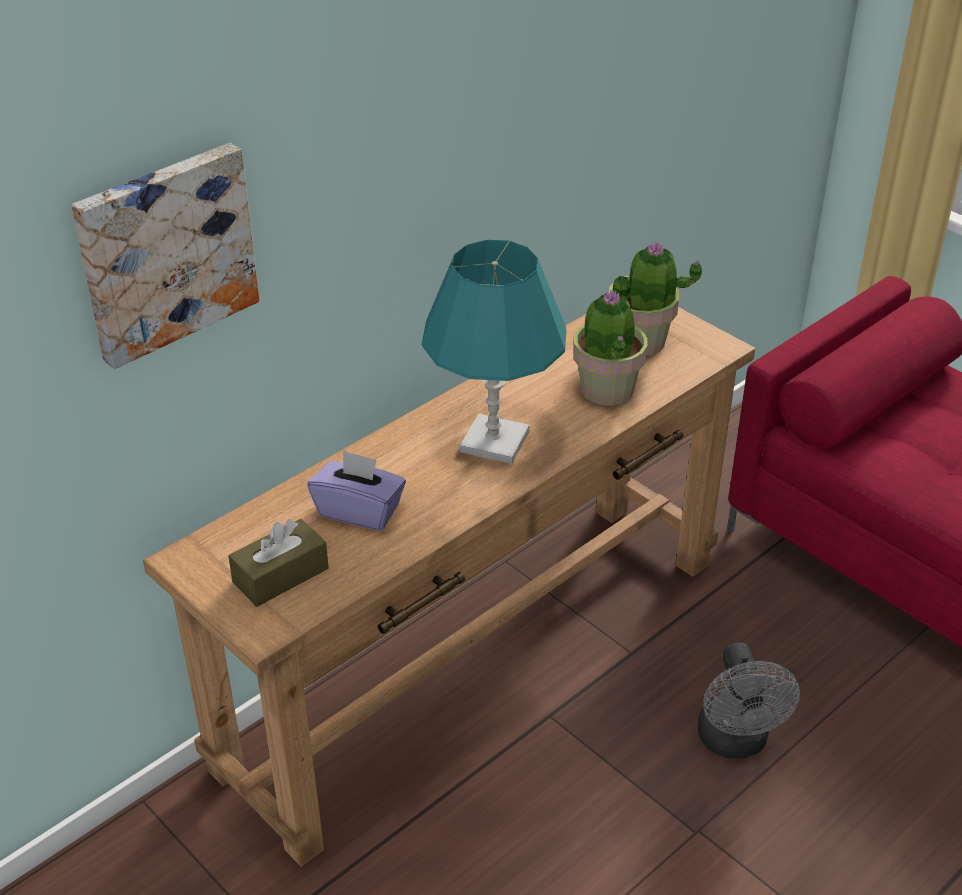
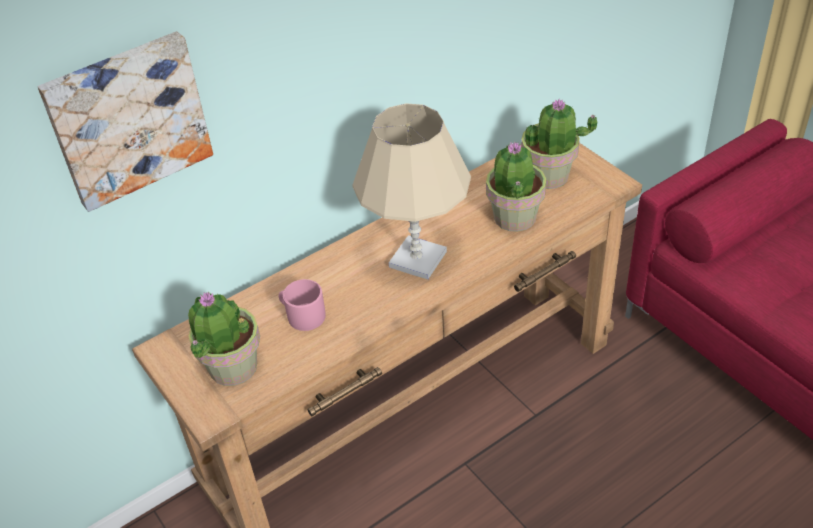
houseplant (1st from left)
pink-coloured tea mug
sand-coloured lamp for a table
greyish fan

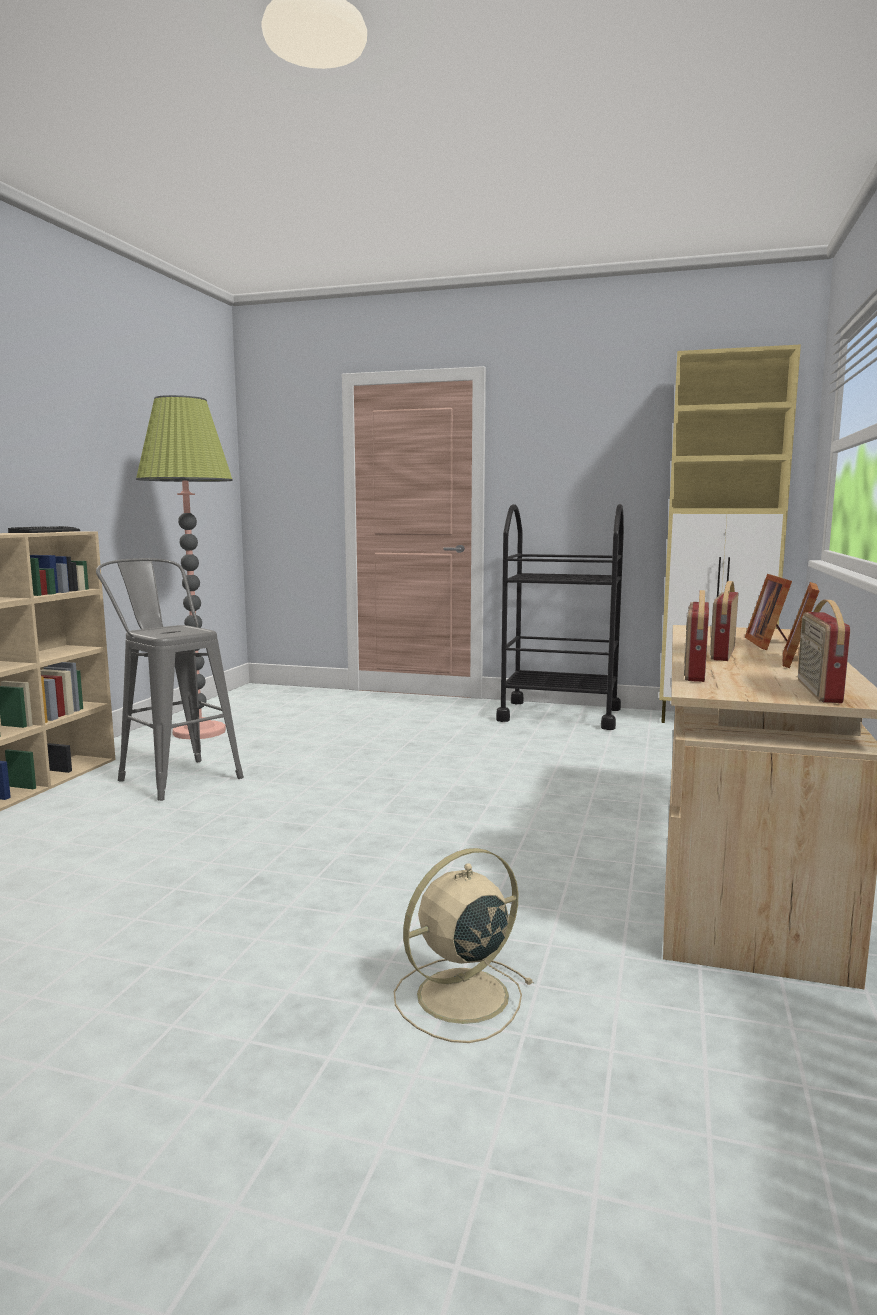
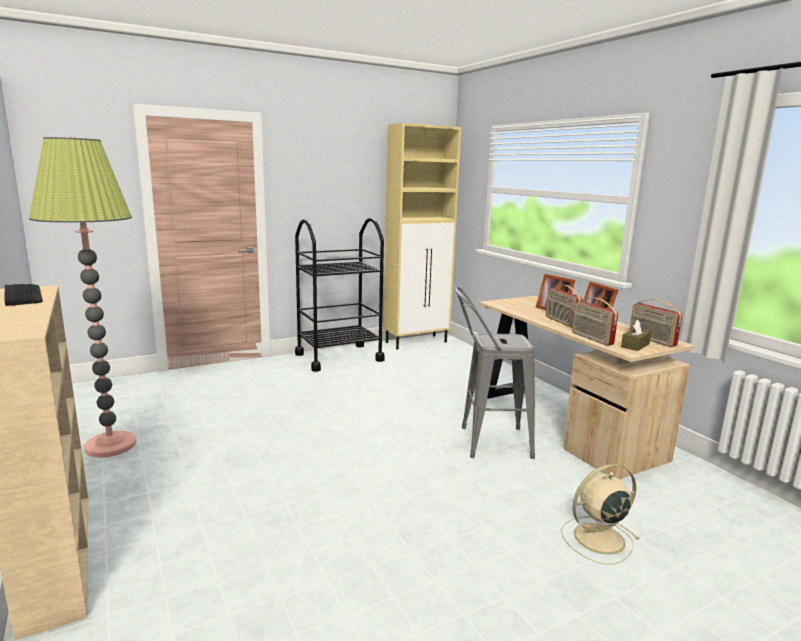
greyish stool seat
sand-coloured fan
brown-coloured tissue holder

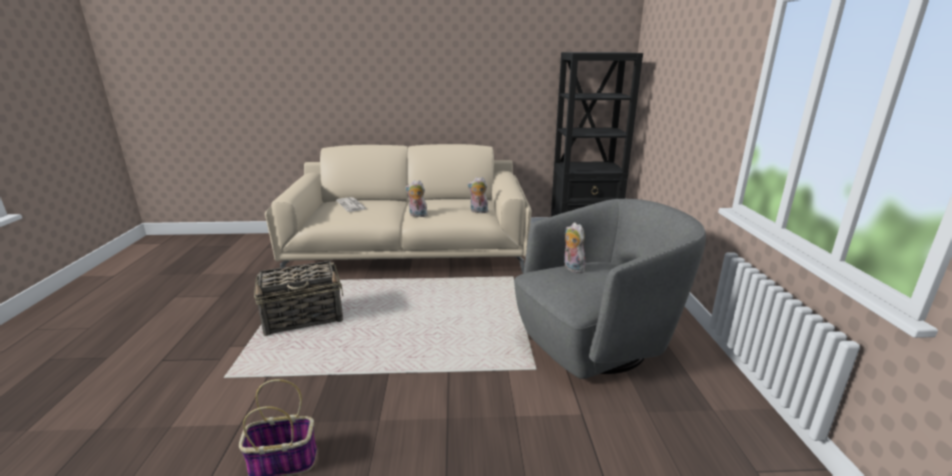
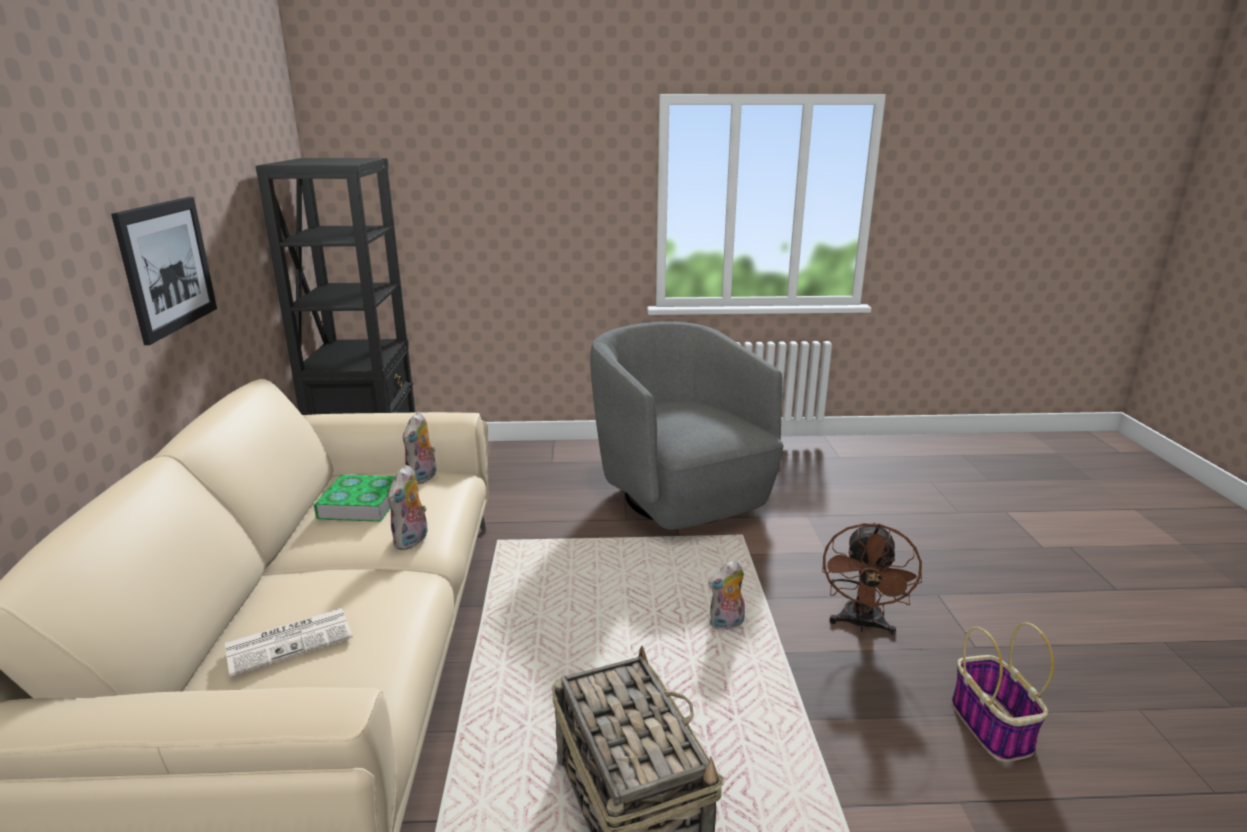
wall art
volume
cuddly toy (3rd from left)
brown-coloured fan

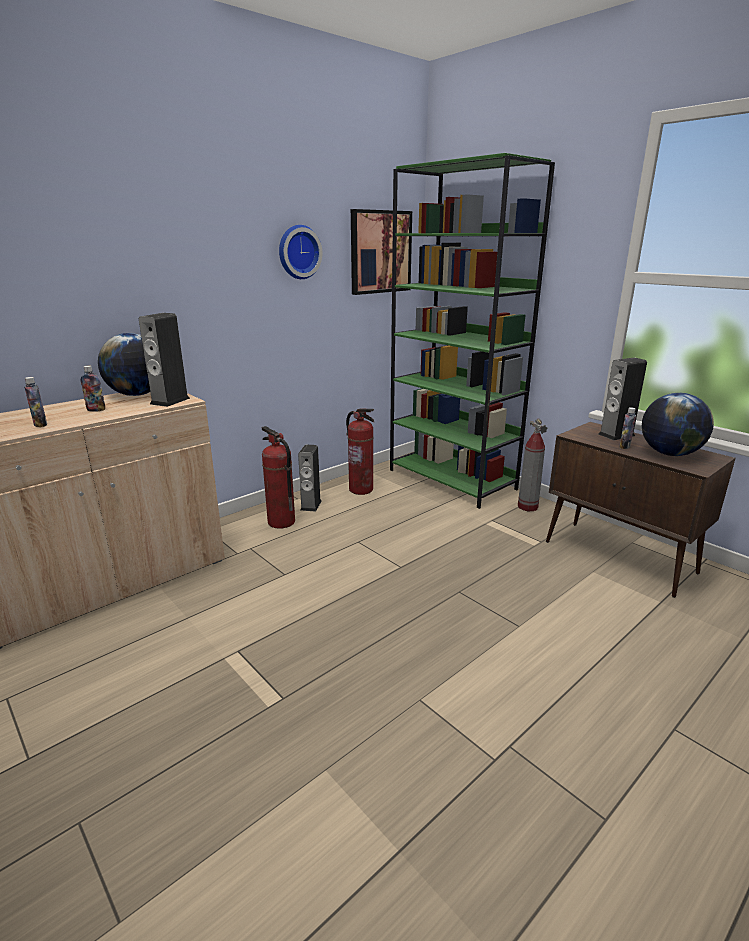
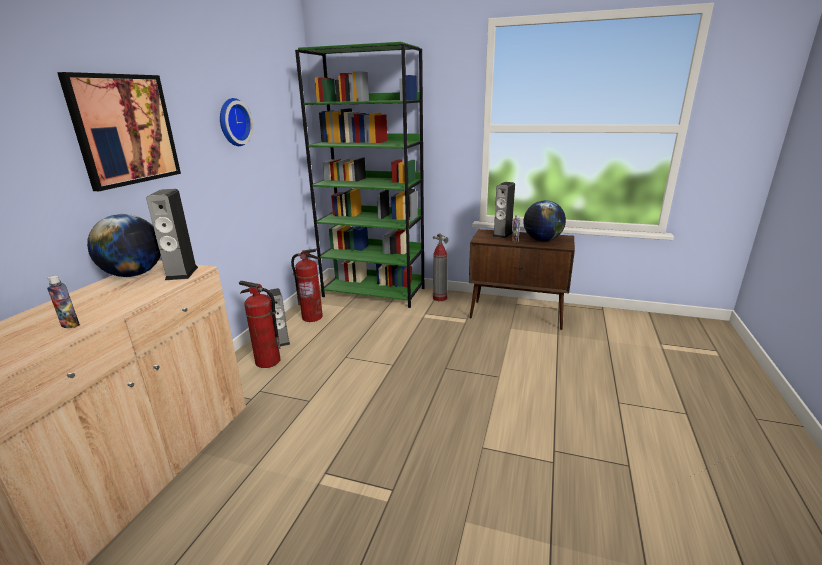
wall art
drink bottle (2nd from left in the first image)

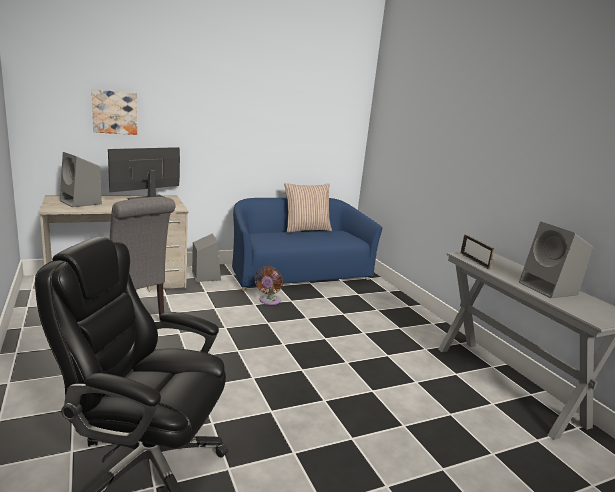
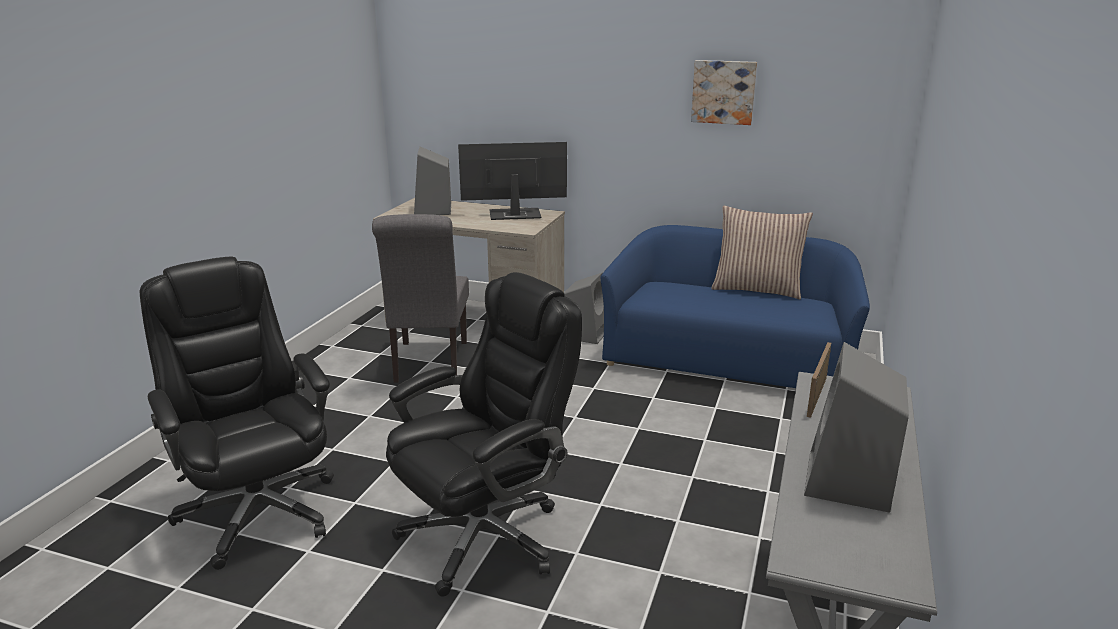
black-coloured computer chair (2nd from left)
wall art
brown-coloured fan

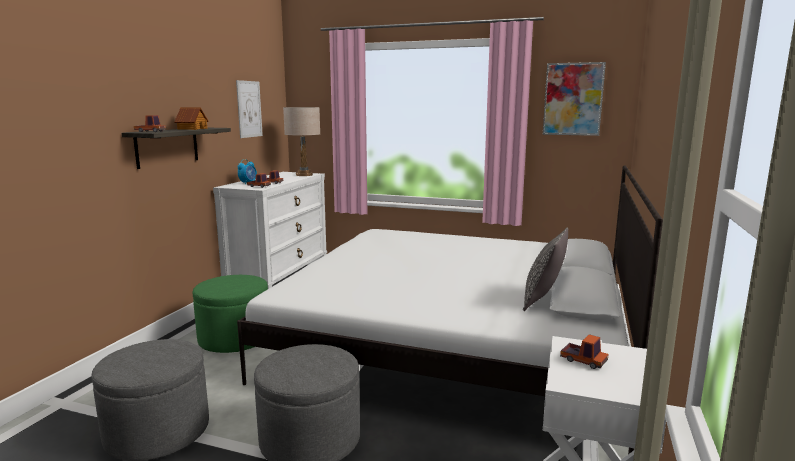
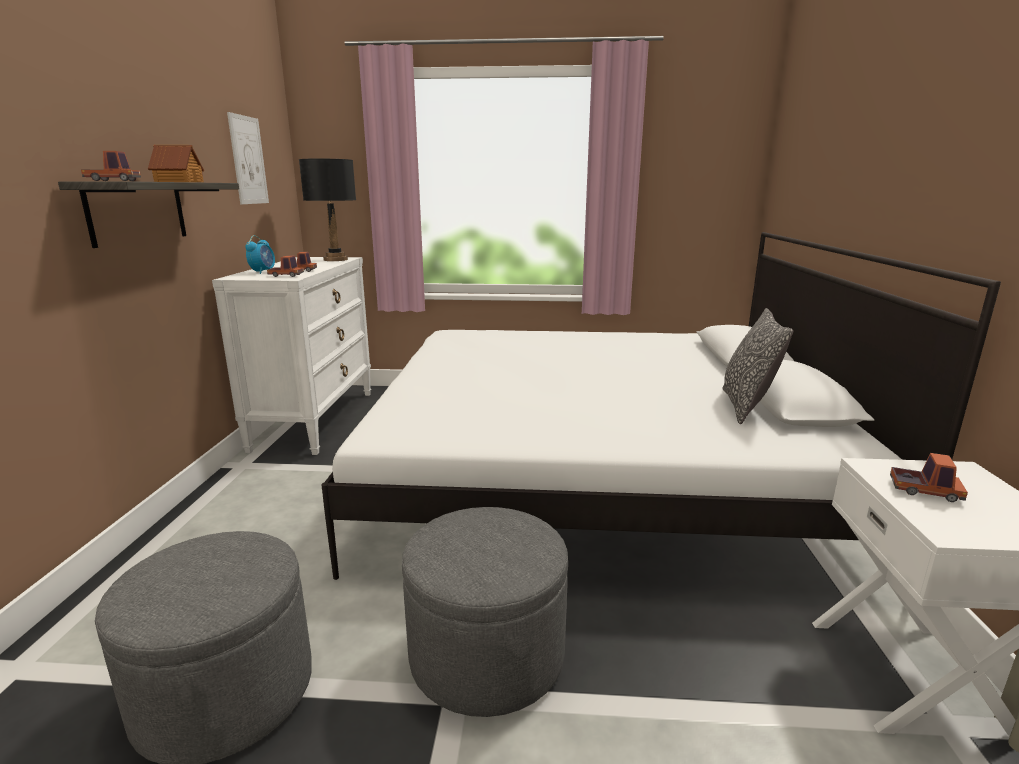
black-coloured lamp for a table
green footrest
wall art (2nd from left in the first image)

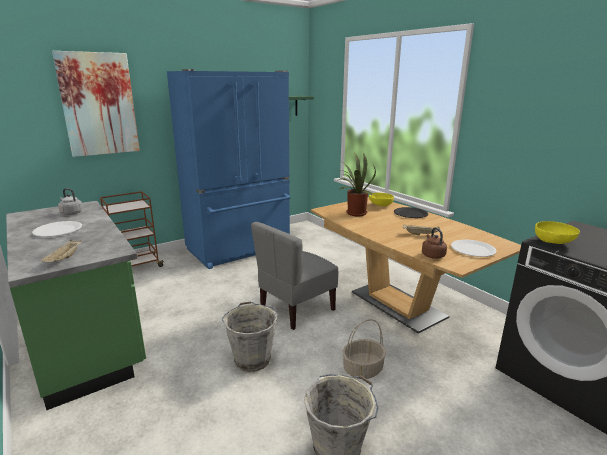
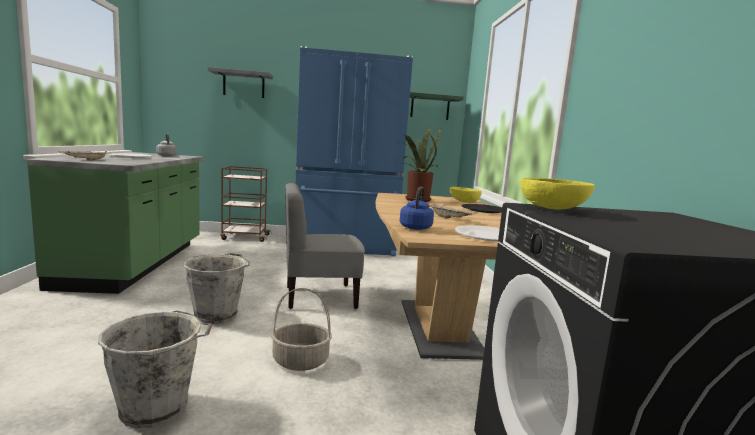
greyish shelf
blue-coloured water kettle

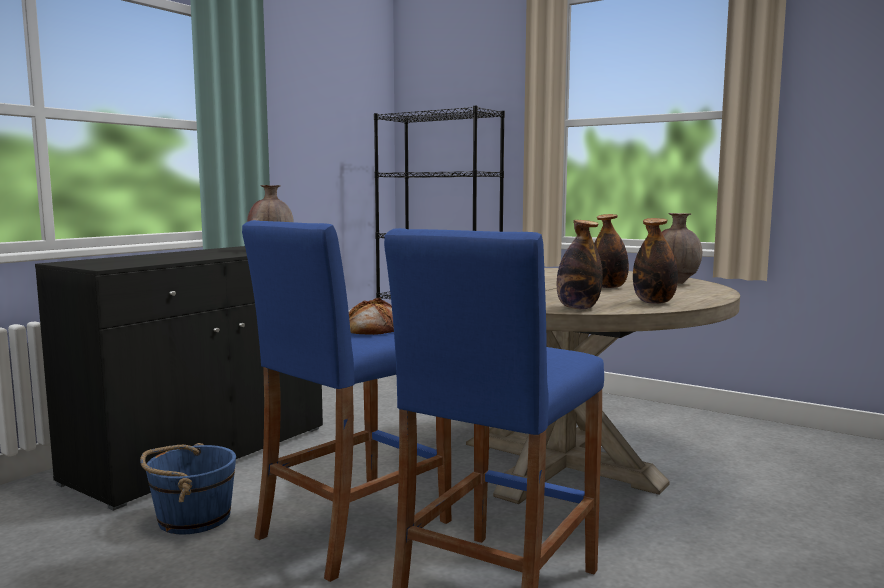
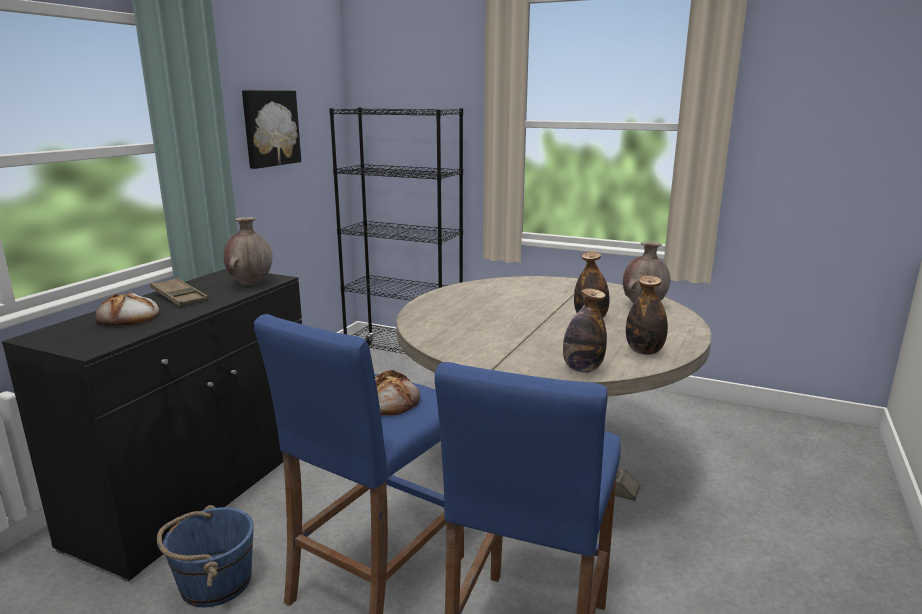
bread (1st from left)
brown-coloured carrying tray
wall art

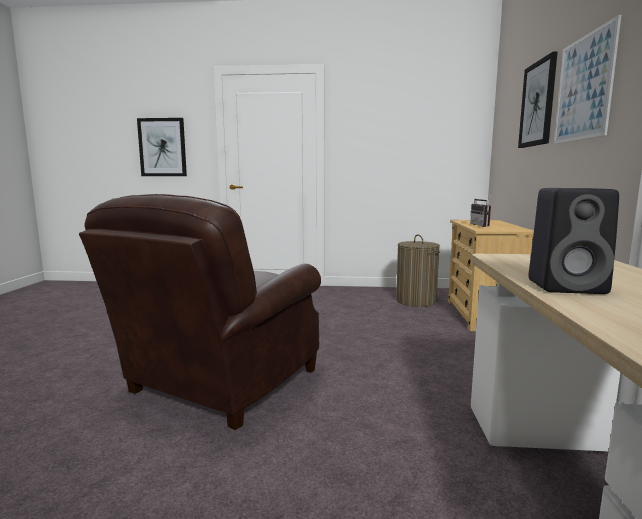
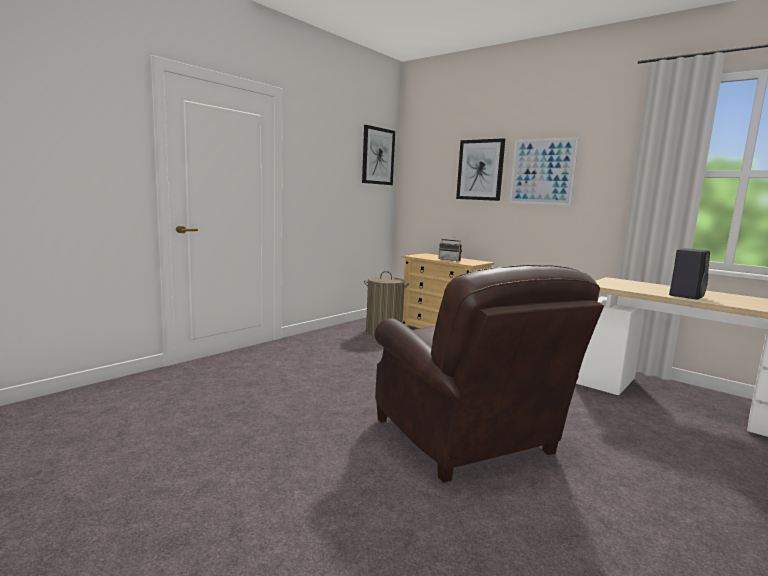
wall art (1st from left)

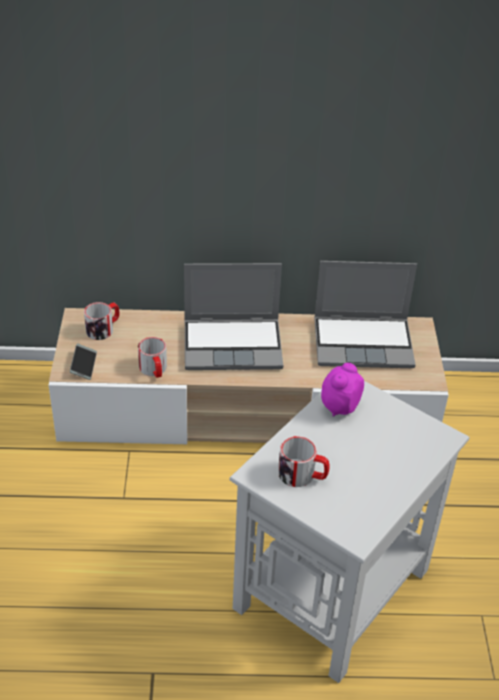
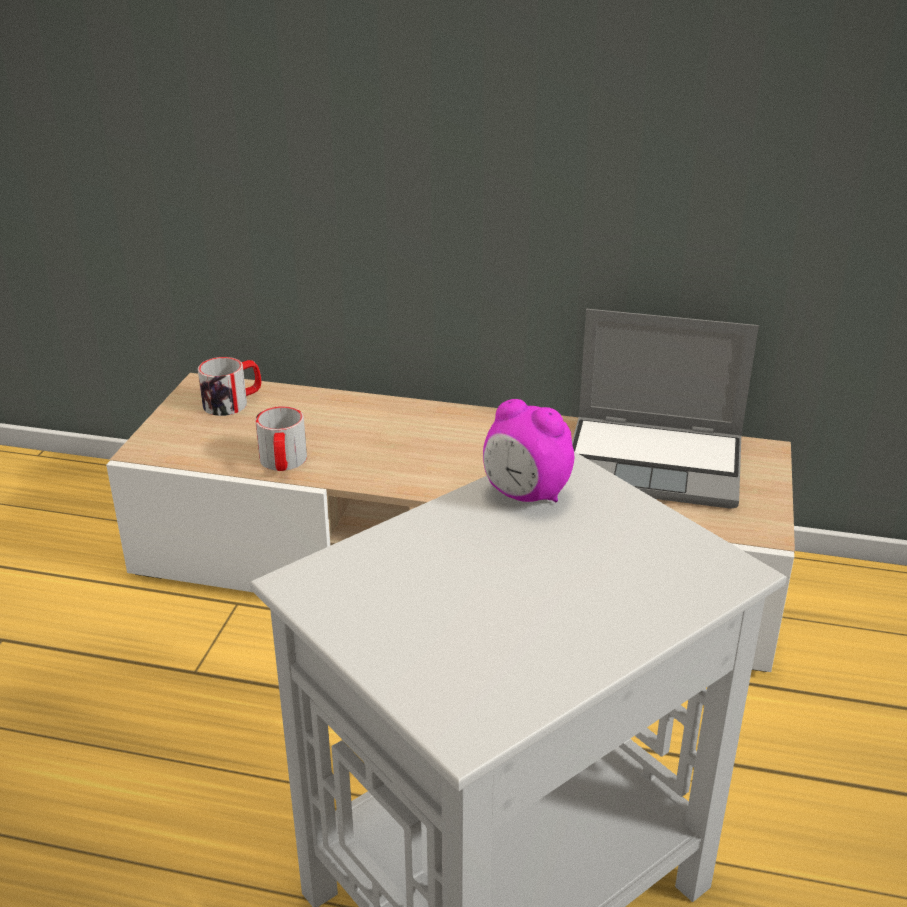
alarm clock
handset
portable computer (1st from left in the first image)
tea mug (3rd from left in the first image)

